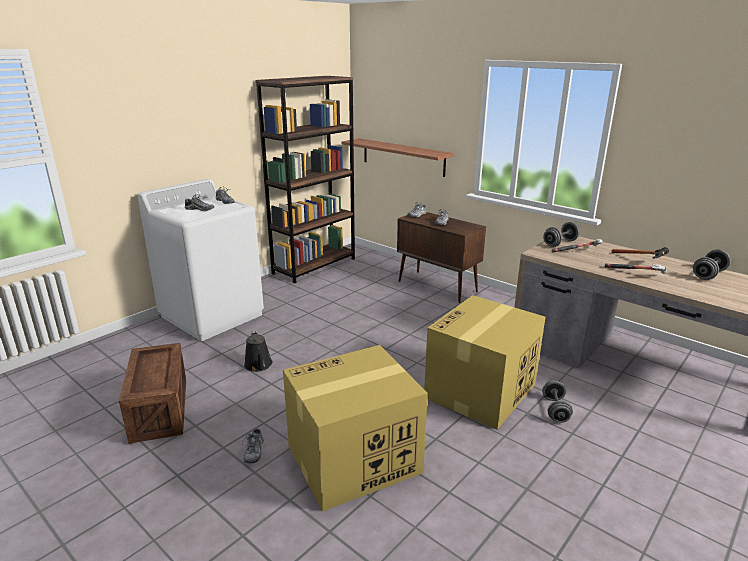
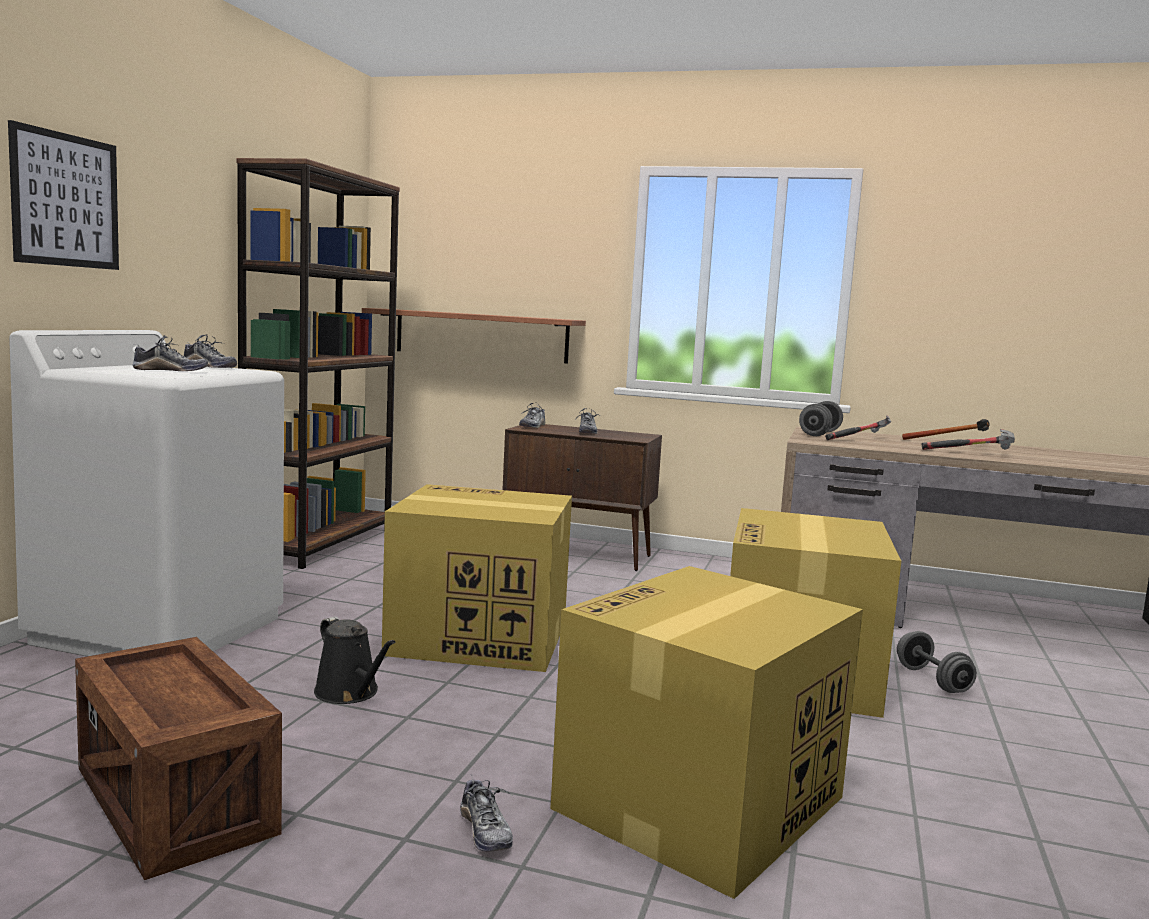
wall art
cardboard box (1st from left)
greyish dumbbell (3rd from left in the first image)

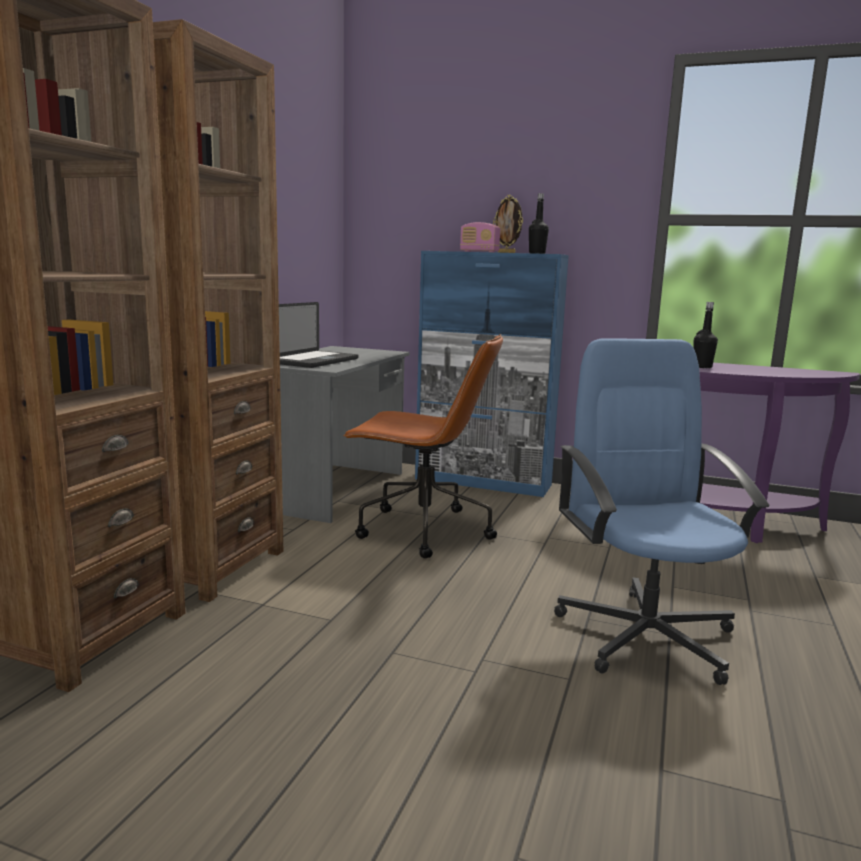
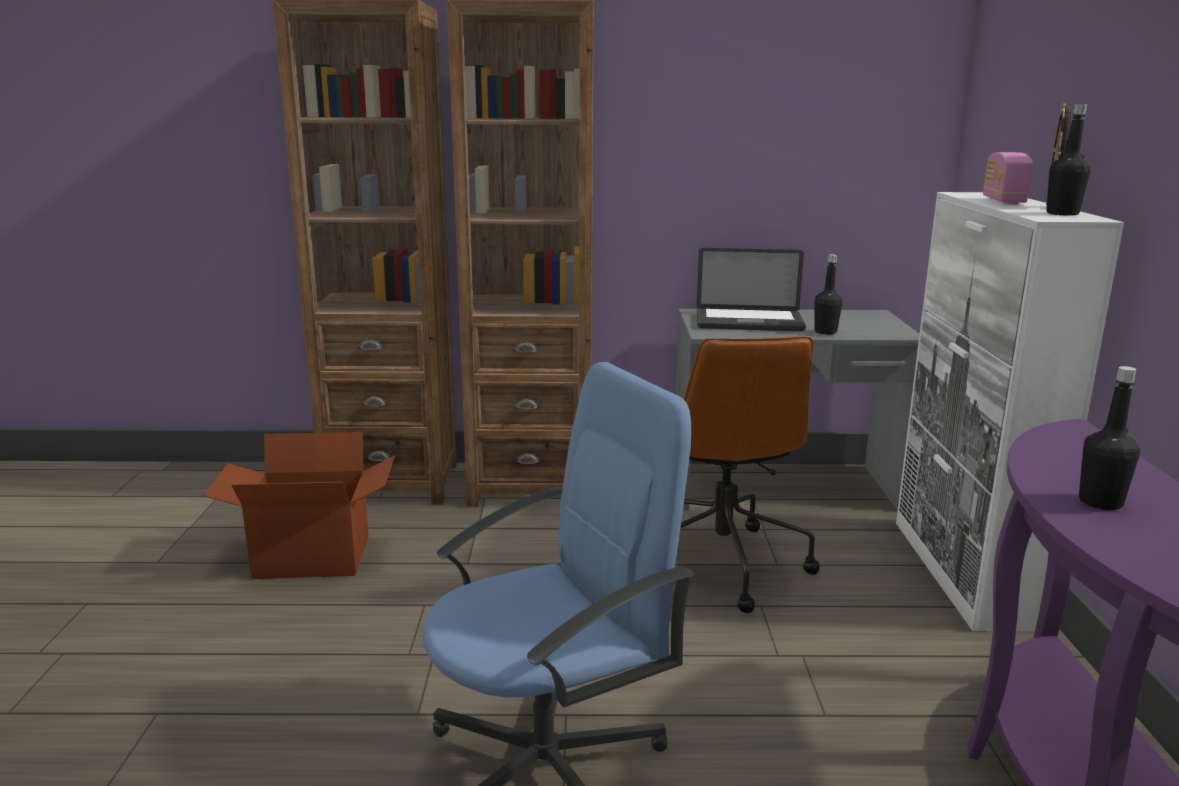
cardboard box
black-coloured drink bottle (1st from left)
white storage cabinet

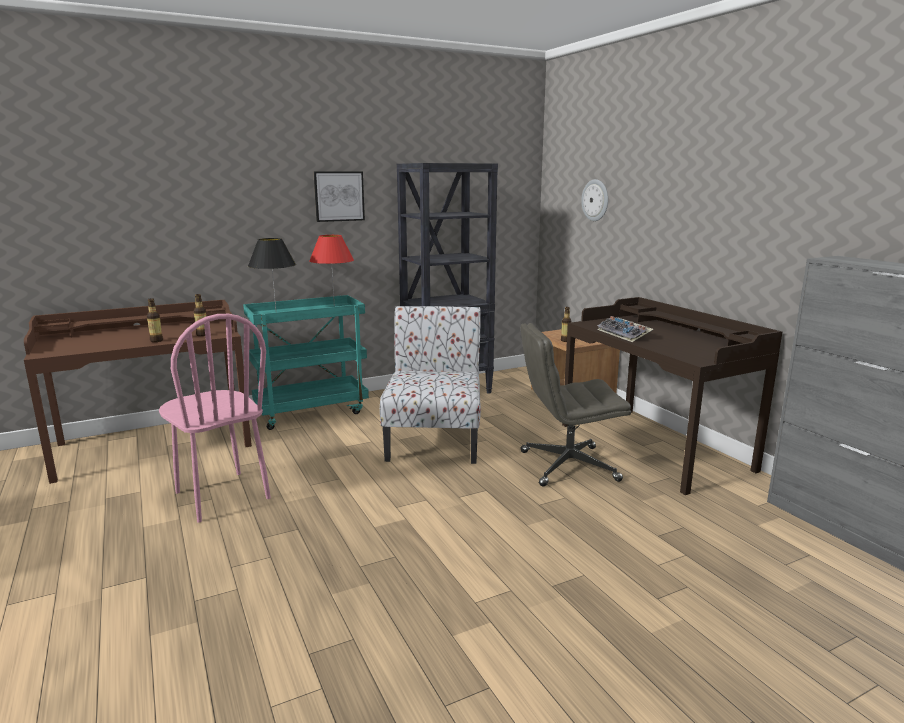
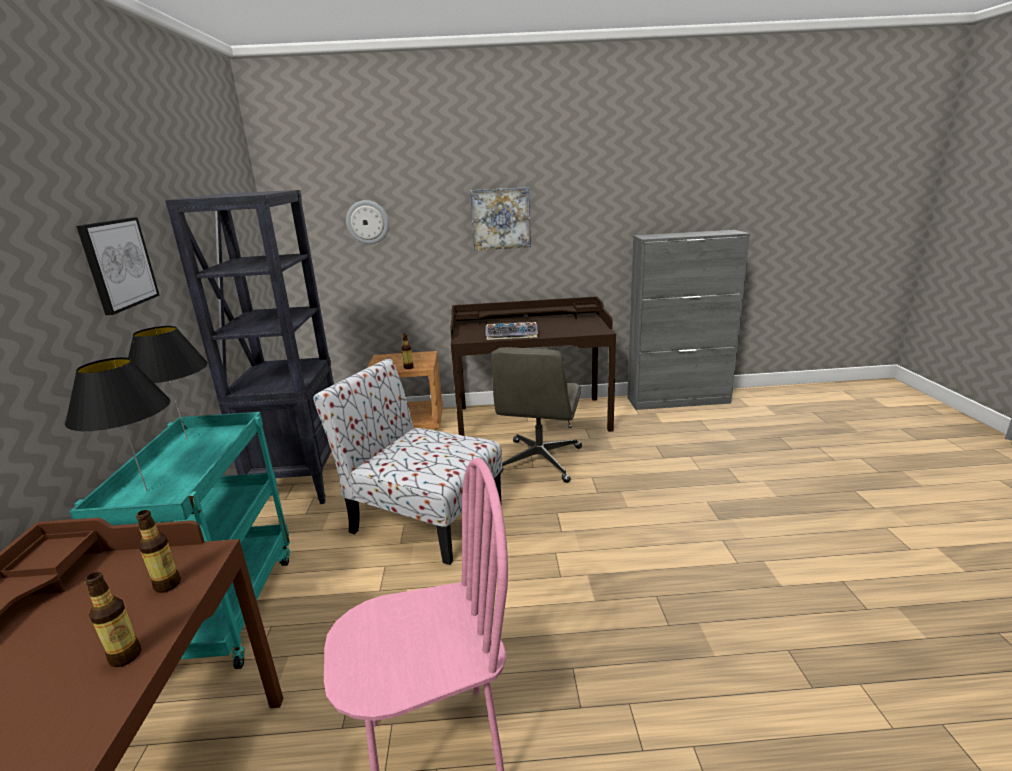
black-coloured lamp for a table (2nd from left)
wall art (2nd from left)

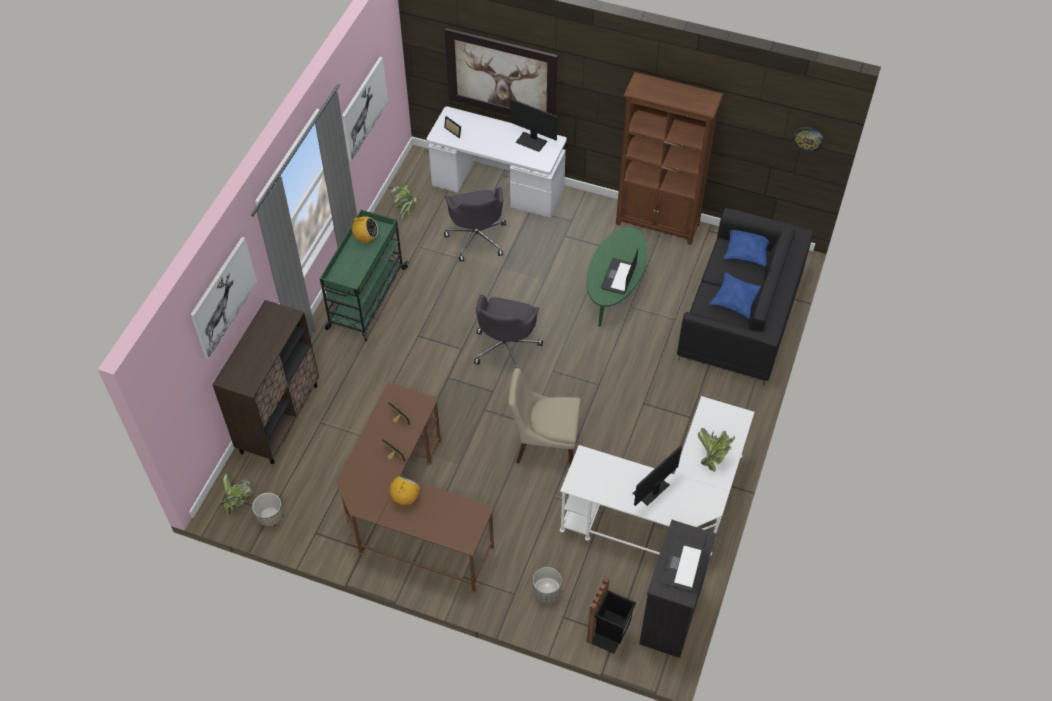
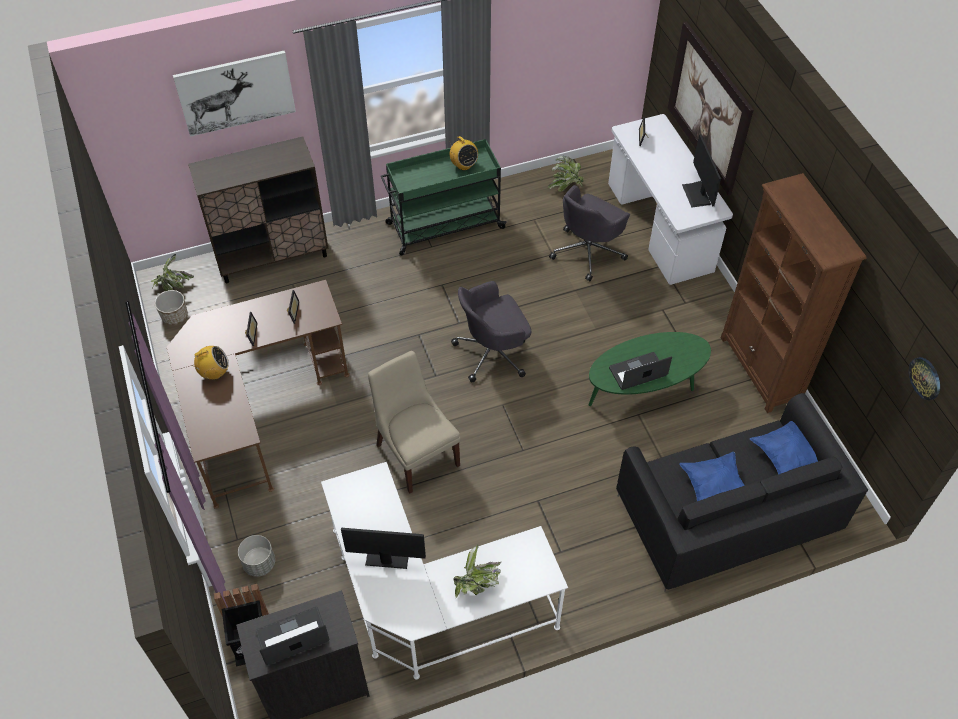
wall art (2nd from left in the first image)

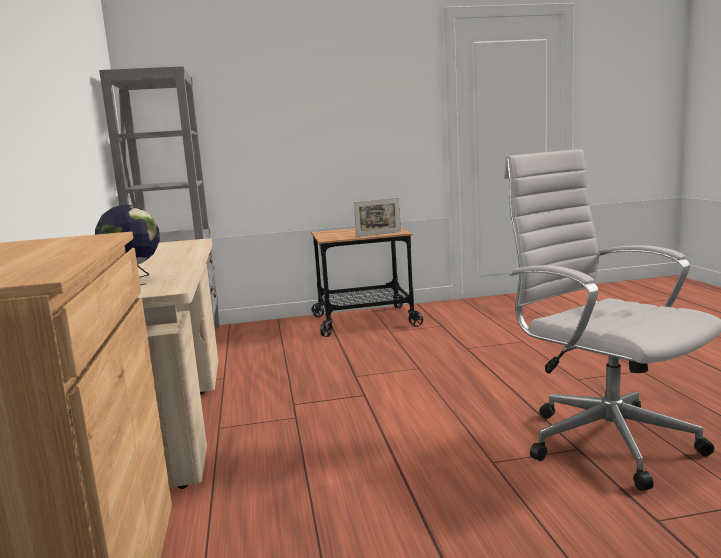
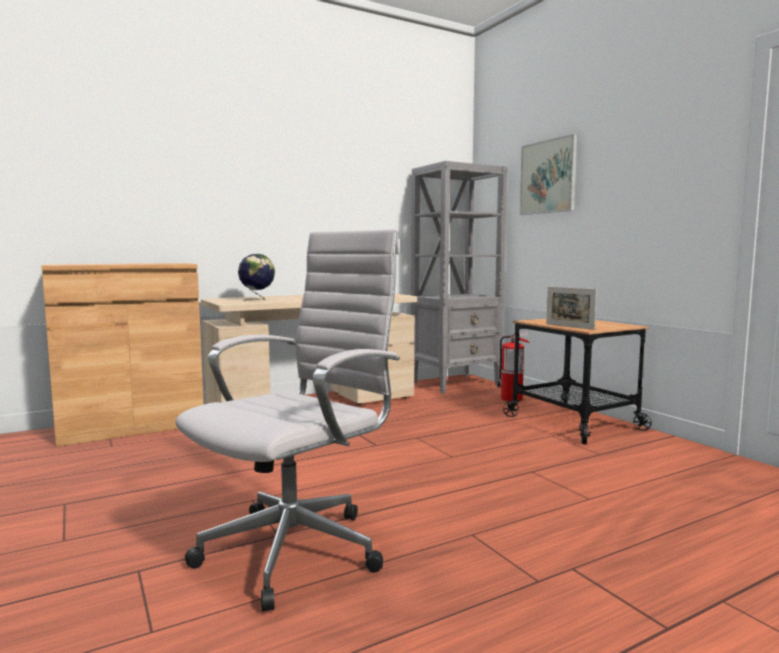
extinguisher
wall art

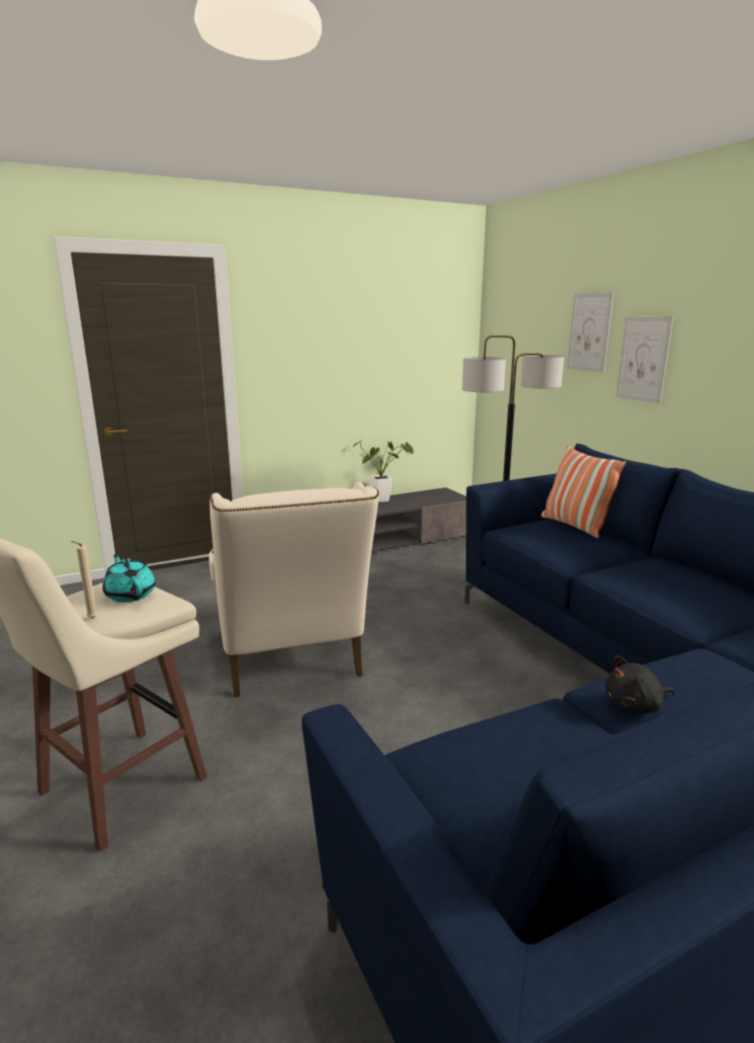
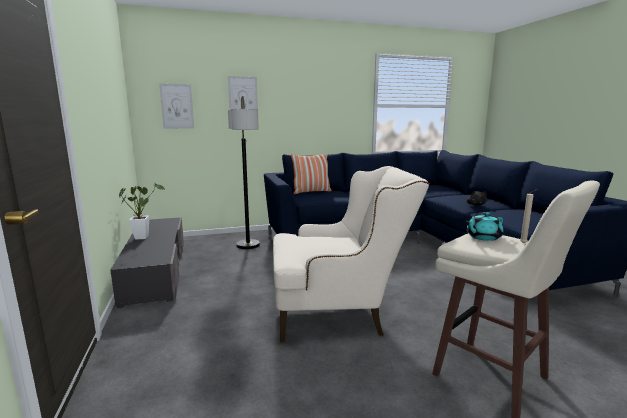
wall art (1st from left)

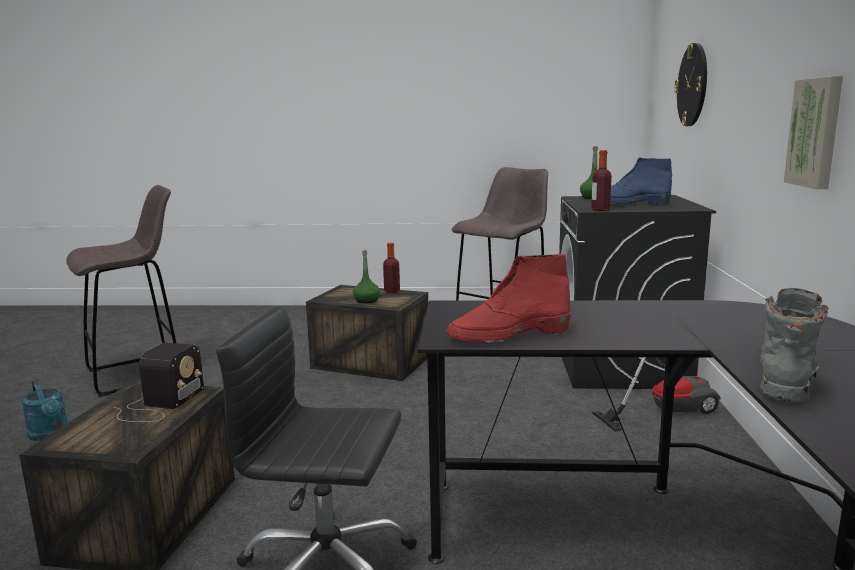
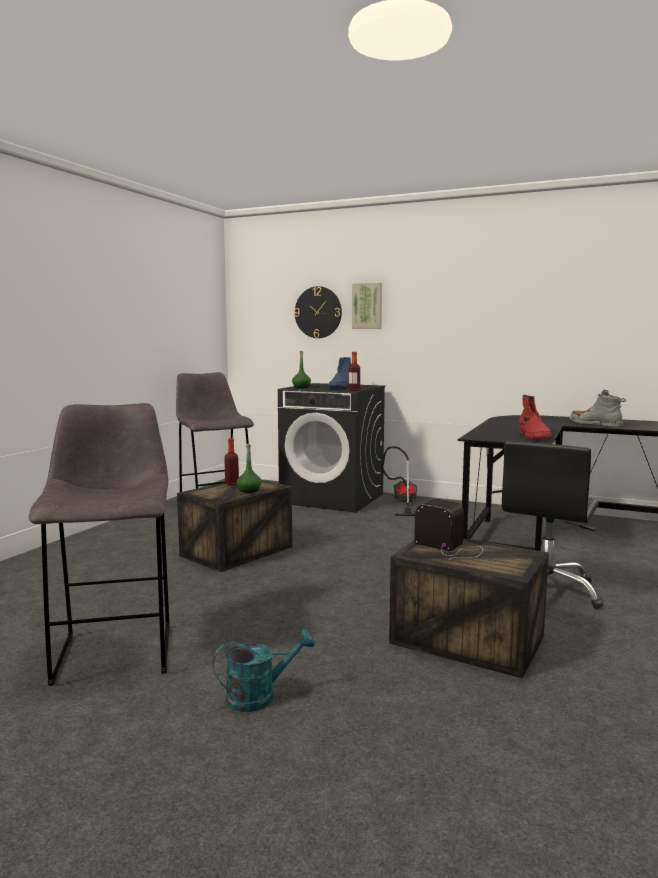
wall art

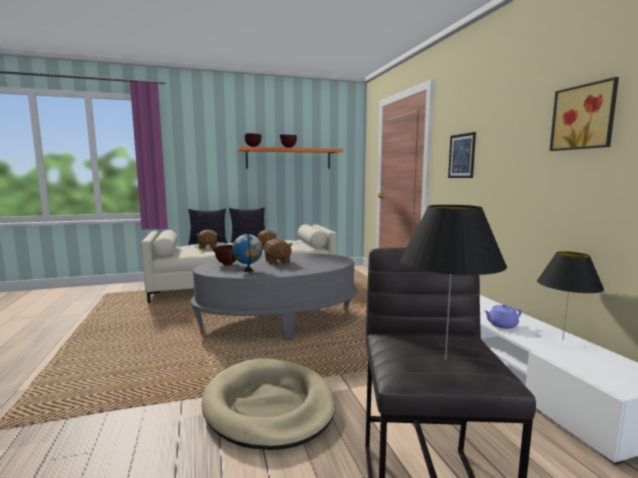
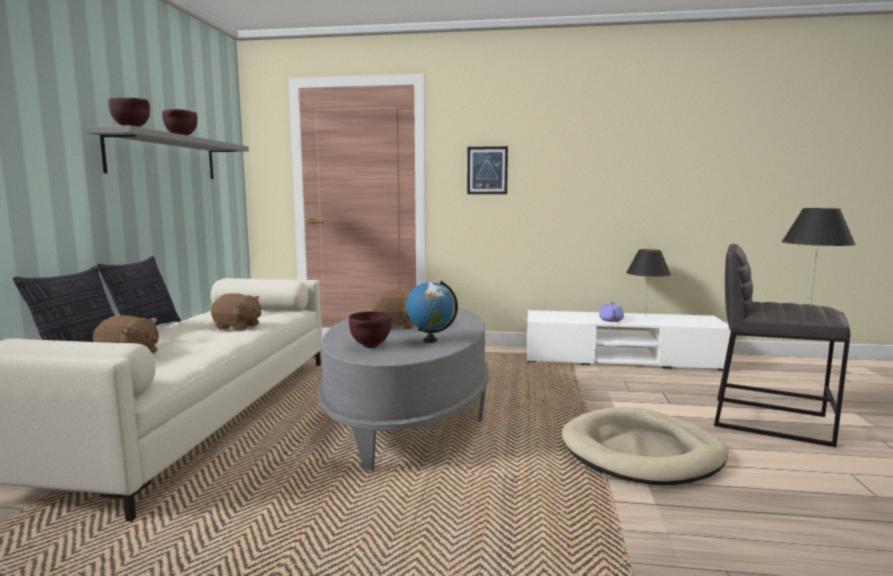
greyish shelf
wall art (2nd from left in the first image)

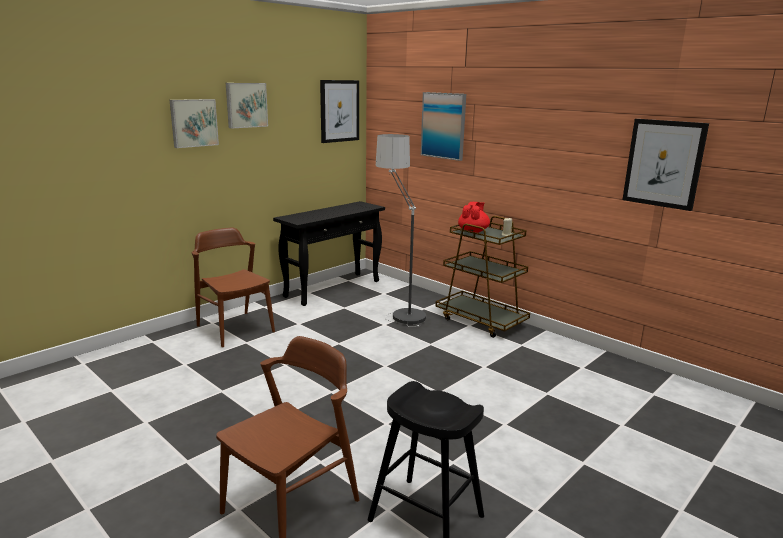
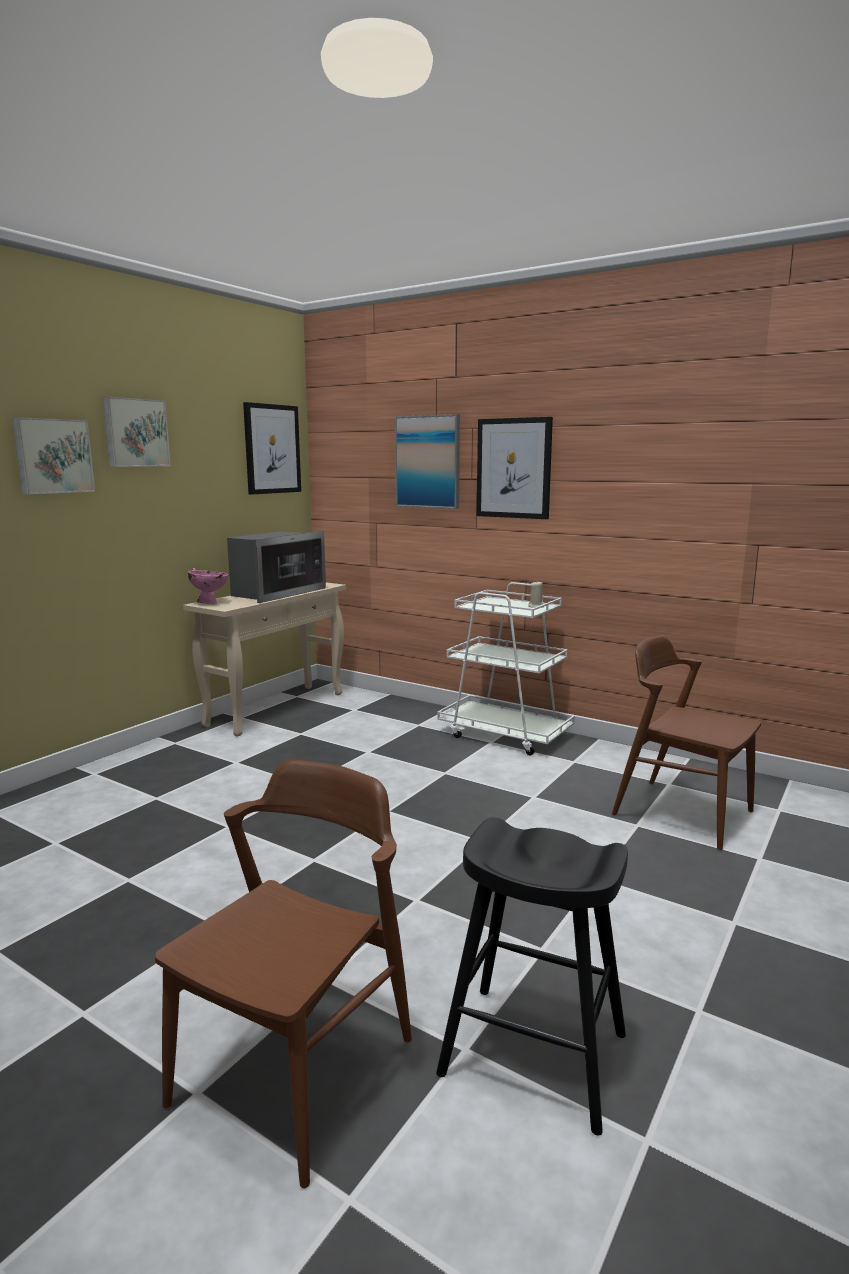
sand-coloured narrow table
pink-coloured serving bowl
microwave
white wheeled cart
wall art (5th from left)
brown-coloured upright chair (2nd from left)
standing lamp
red-coloured teapot

